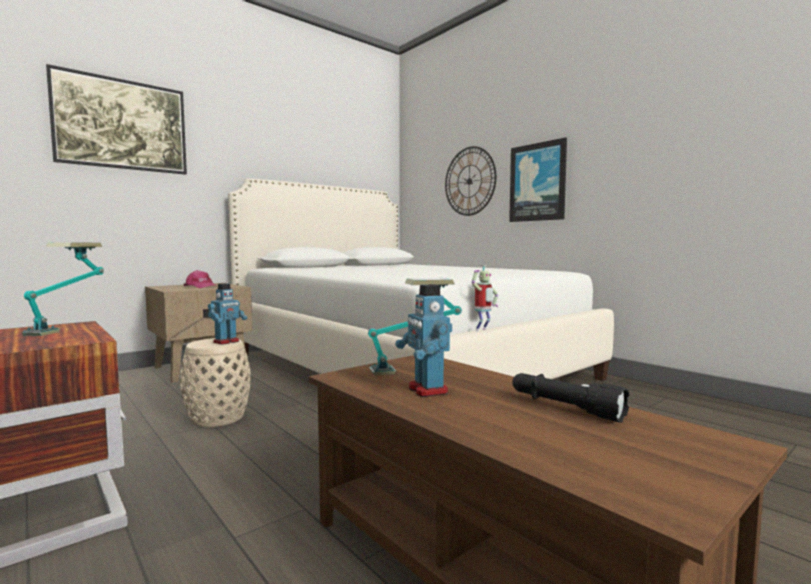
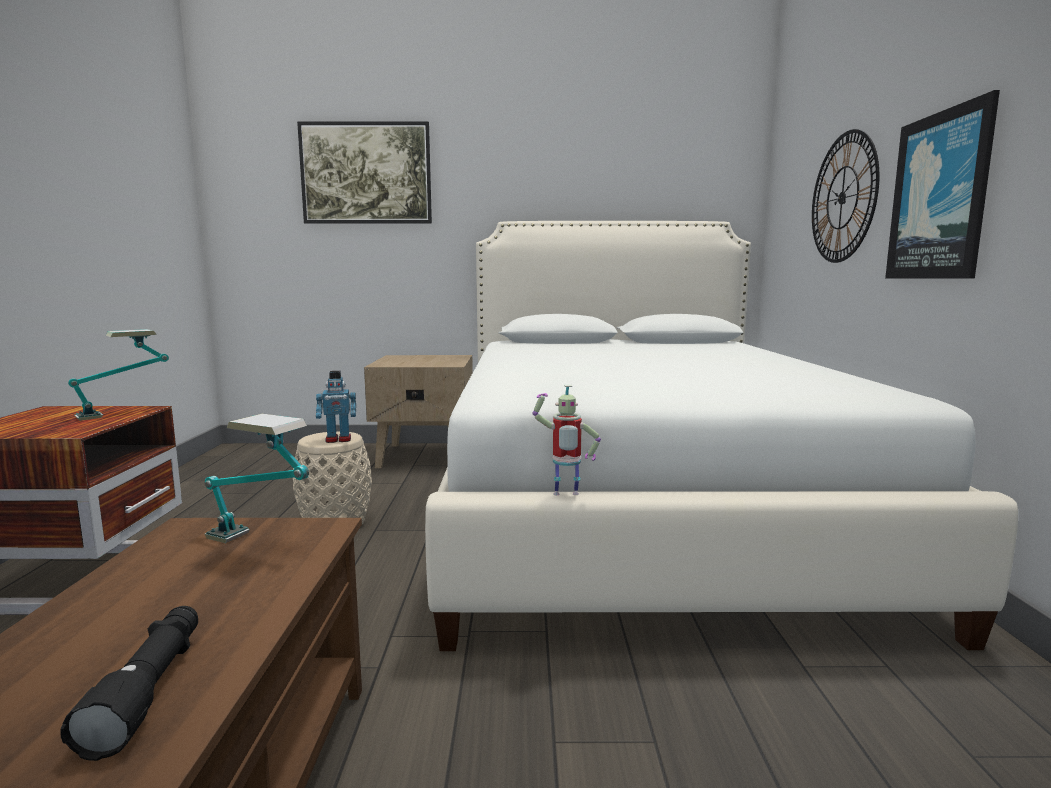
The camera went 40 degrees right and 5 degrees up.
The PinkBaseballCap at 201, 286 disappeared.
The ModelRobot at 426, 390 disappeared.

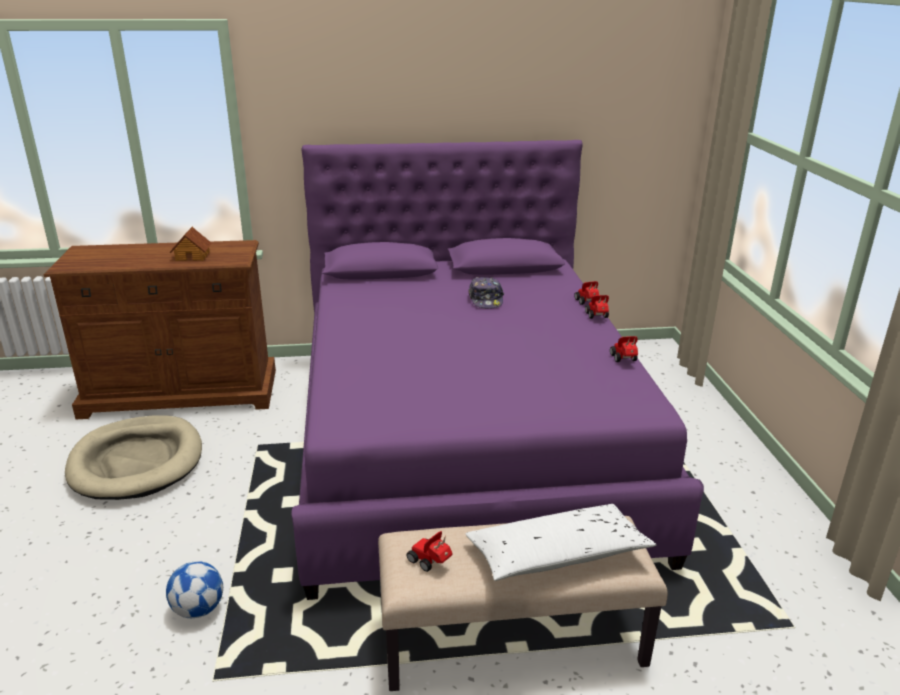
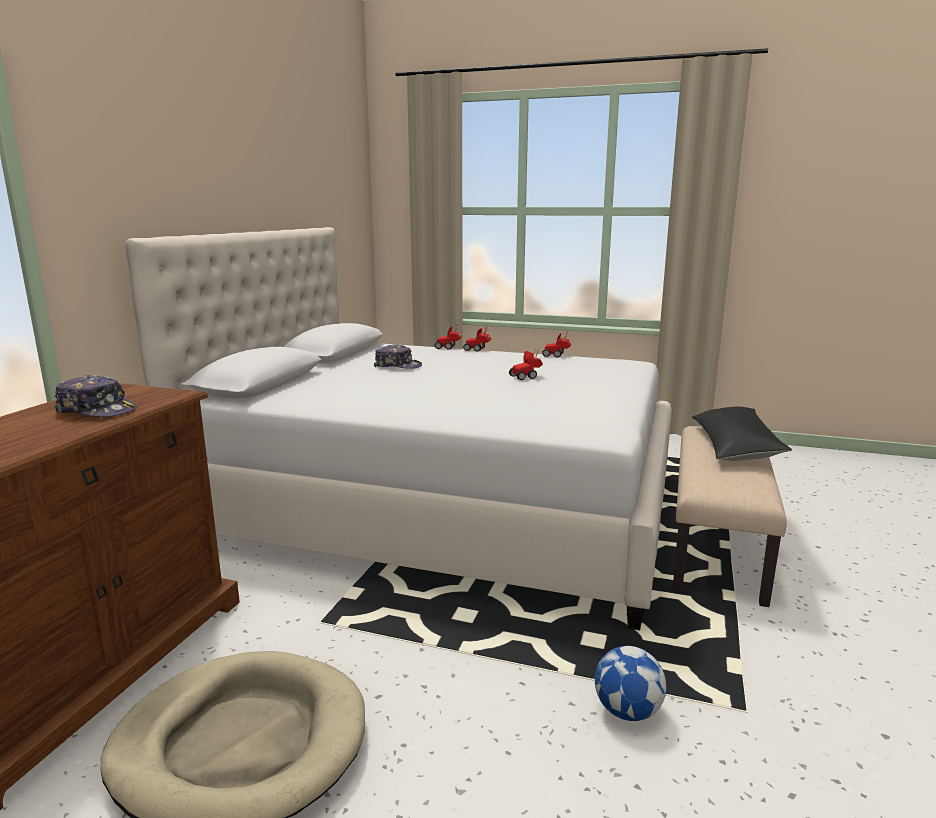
The camera went 65 degrees left and 10 degrees down.
The ModelHouse at 193, 256 was replaced by the BaseballCap at 97, 410.
The PurpleBedroomBed at 465, 442 became the WhitishBedroomBed at 443, 506.
The ToyCar moved from 431, 562 to 526, 377.
The WhitishCushion at 557, 555 became the BlackishCushion at 735, 446.

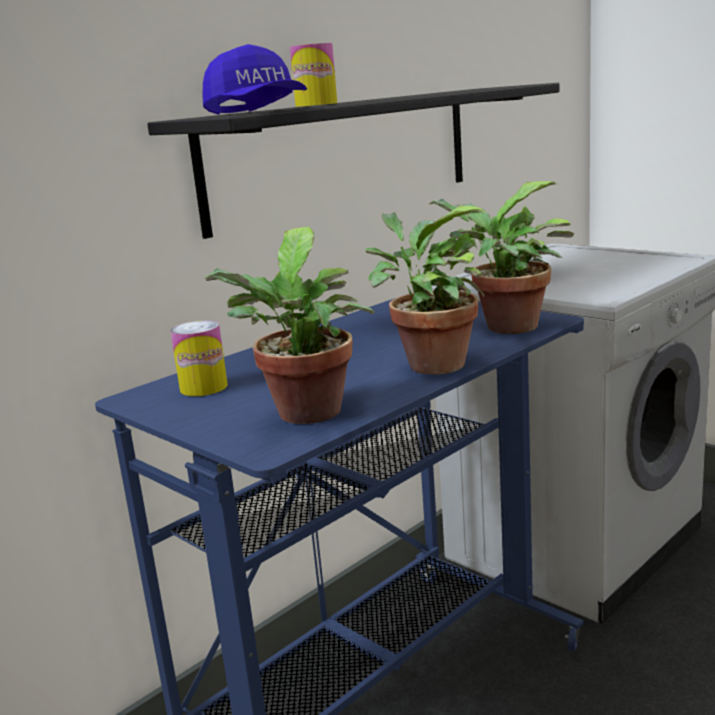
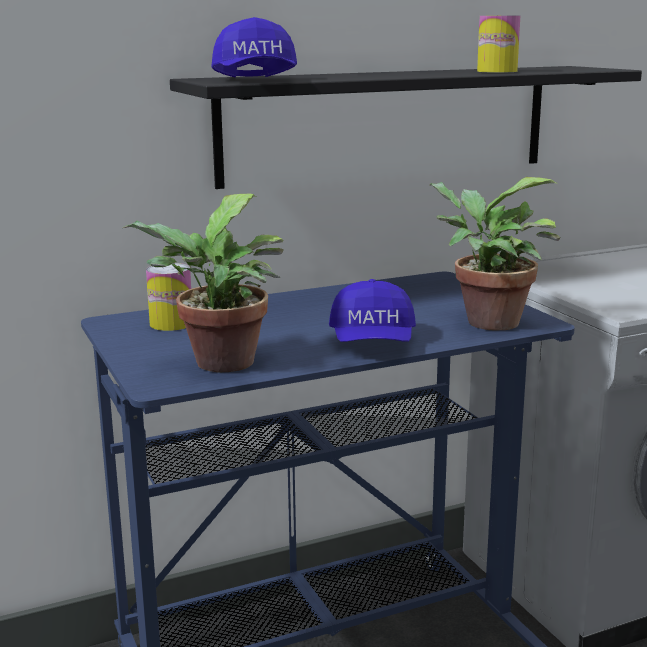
The camera went 20 degrees right and 0 degrees up.
The Can moved from 316, 104 to 497, 71.
The PlantInAPot at 430, 364 was replaced by the BlueBaseballCap at 373, 342.

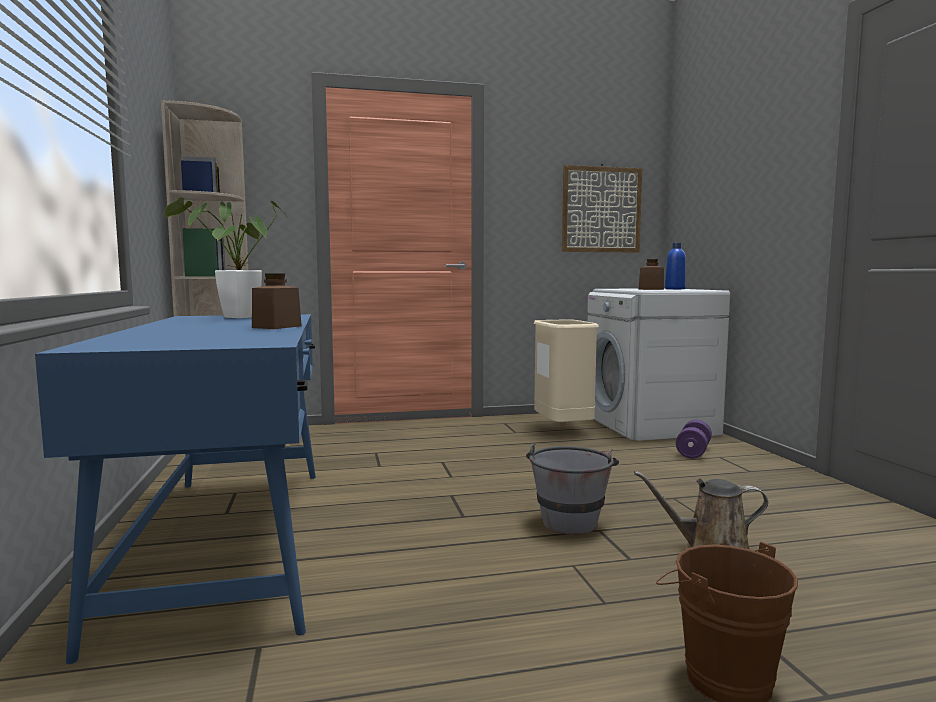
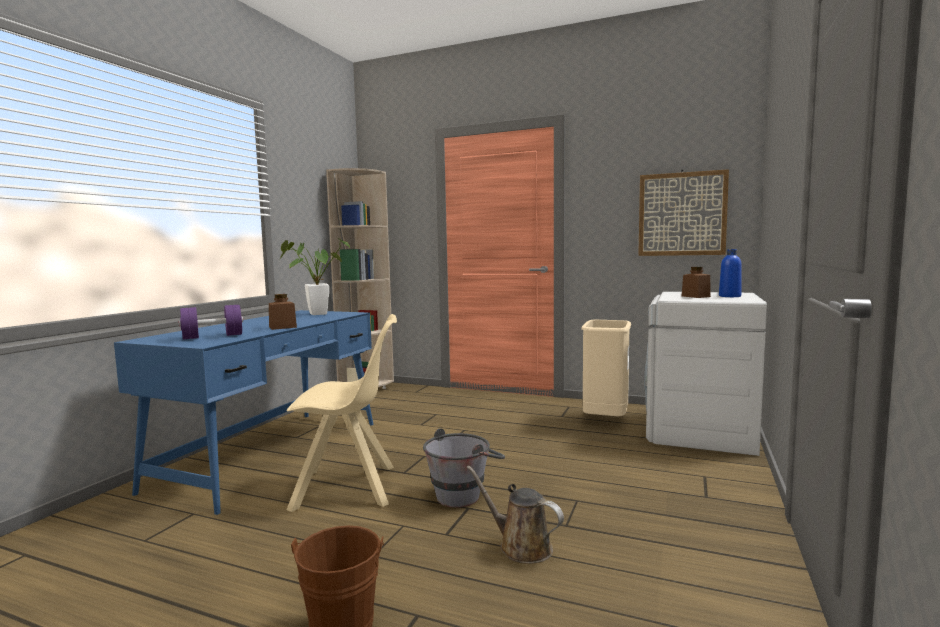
The camera went 35 degrees right and 0 degrees up.
The PurpleHandWeight moved from 693, 452 to 213, 336.
The BeigeUprightChair at 348, 488 appeared.

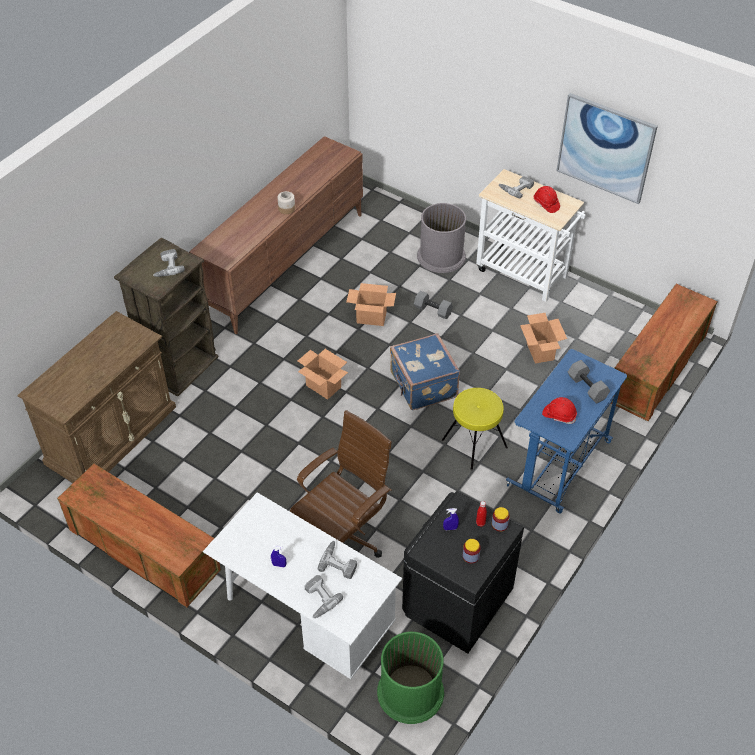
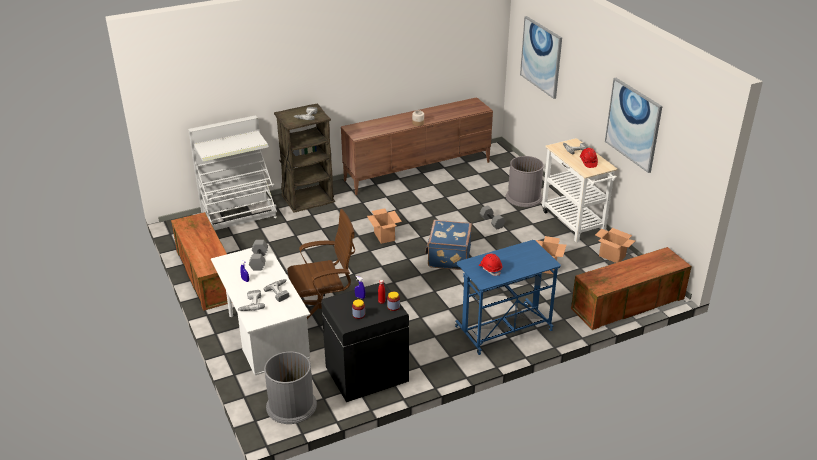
The camera went 30 degrees right and 15 degrees down.
The BrownDrawerChest at 111, 435 was replaced by the WhitishShoeShelf at 240, 217.
The PackingBox moved from 371, 317 to 611, 256.
The GreenishTrashCan at 410, 692 became the GreyTrashCan at 291, 405.
The YellowishSittingStool at 474, 443 disappeared.
The GreyHandWeight moved from 588, 387 to 259, 261.
The Picture at 541, 56 appeared.

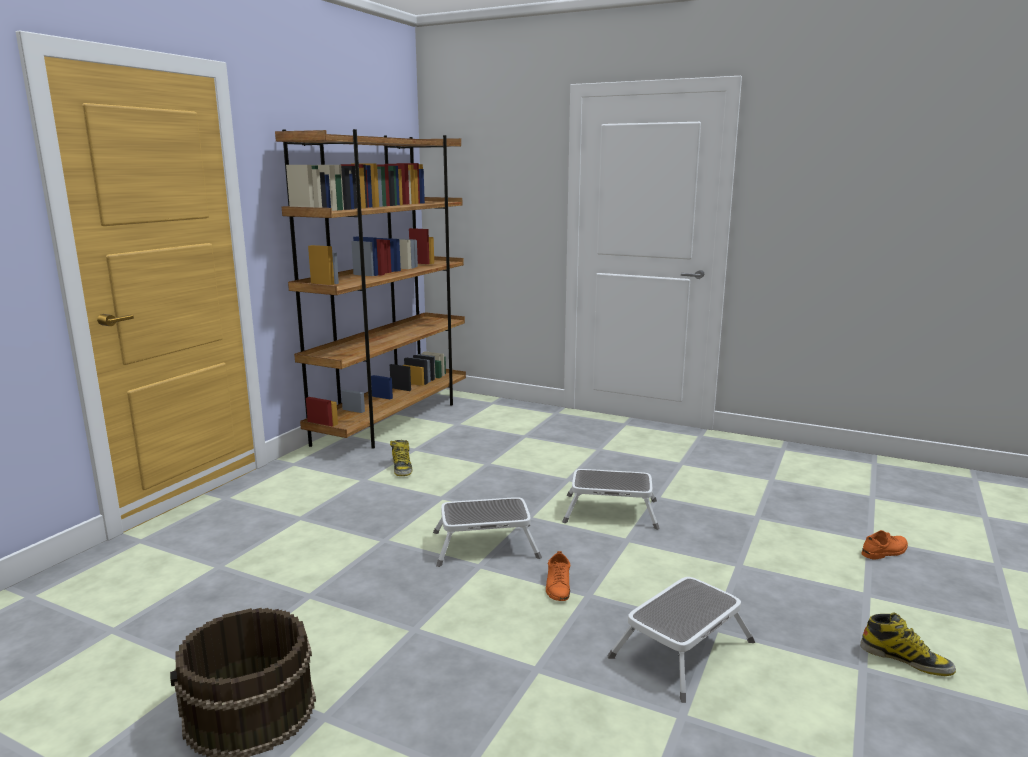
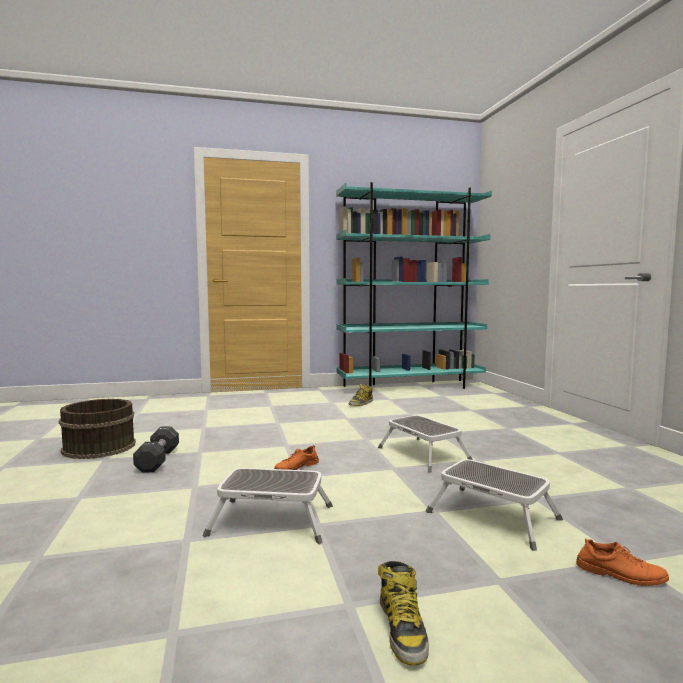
The camera went 50 degrees right and 10 degrees down.
The BrownBookshelf at 392, 420 became the BlueGreenBookshelf at 411, 387.
The GreyStepStool moved from 485, 545 to 492, 516.
The BlackishHandWeight at 158, 460 appeared.

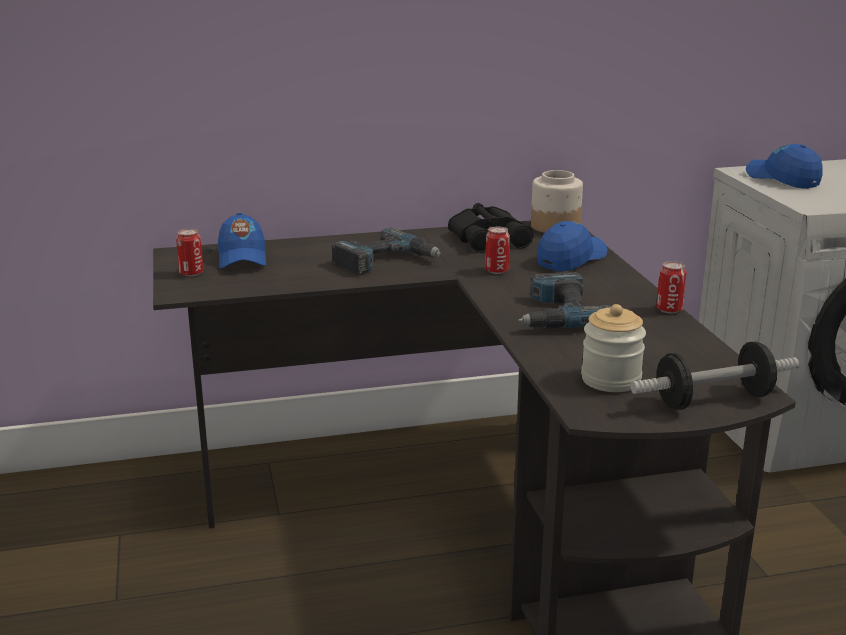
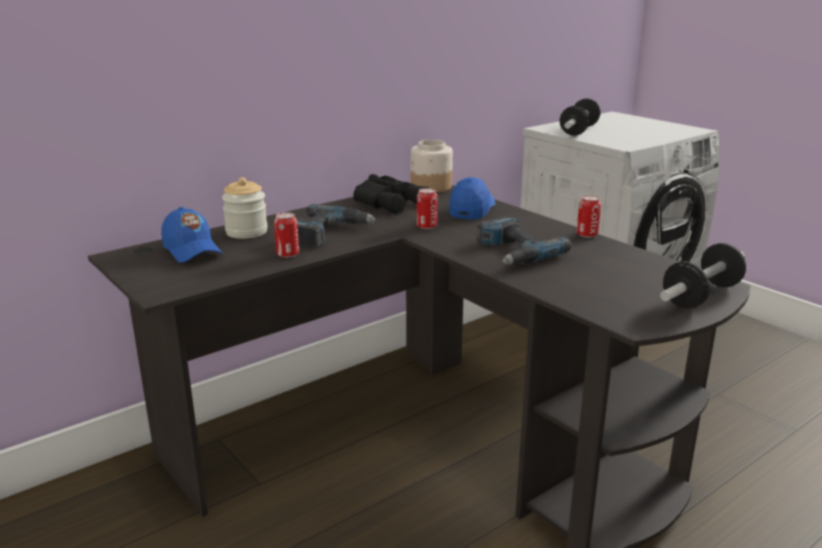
The camera went 25 degrees left and 0 degrees up.
The Can moved from 191, 273 to 287, 254.
The PreserveJar moved from 610, 380 to 246, 232.
The BlueBaseballCap at 783, 179 was replaced by the HandWeight at 579, 130.

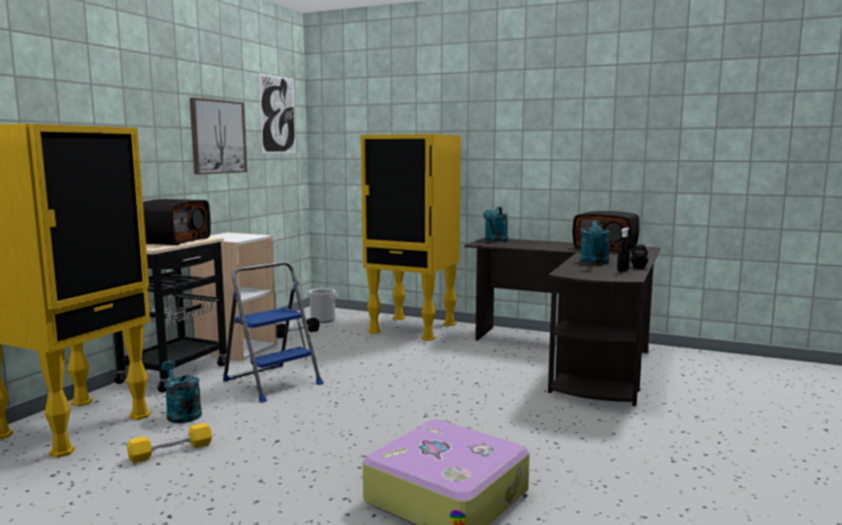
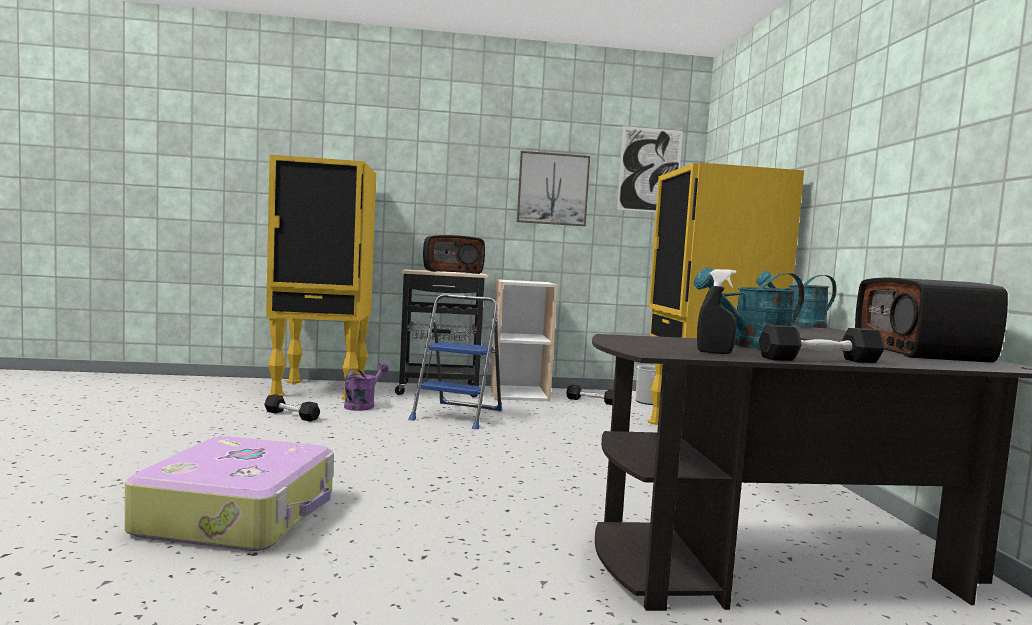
The camera went 60 degrees right and 5 degrees down.
The YellowishHandWeight at 171, 451 became the BlackishHandWeight at 291, 415.
The BlueGreenSprinklingCan at 181, 413 became the PurpleSprinklingCan at 363, 405.

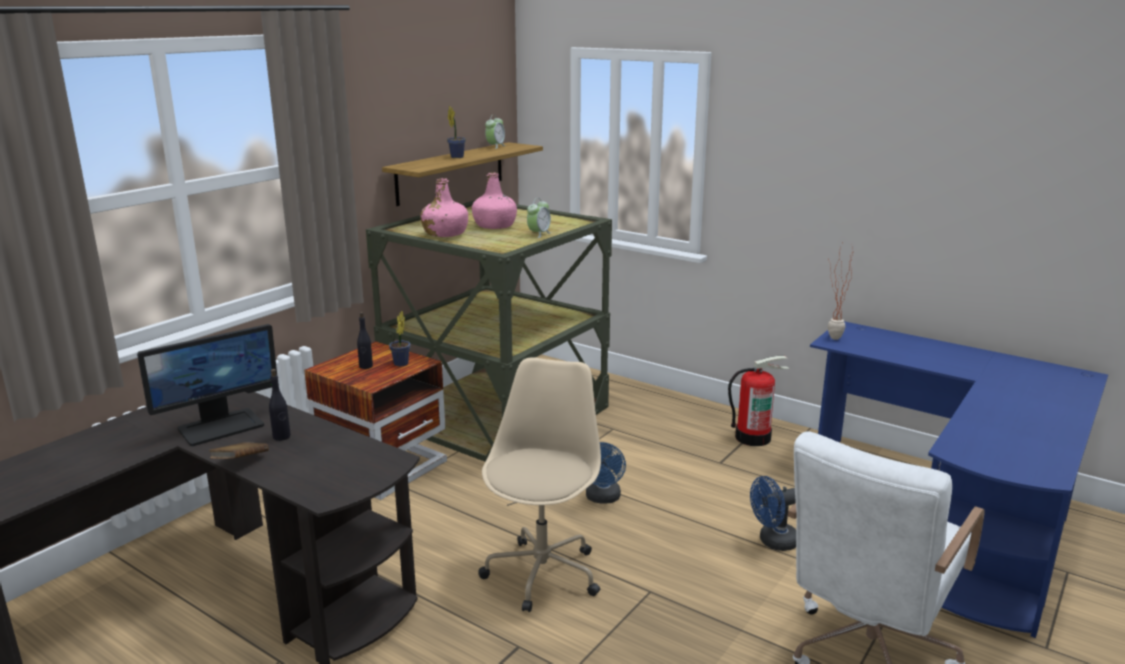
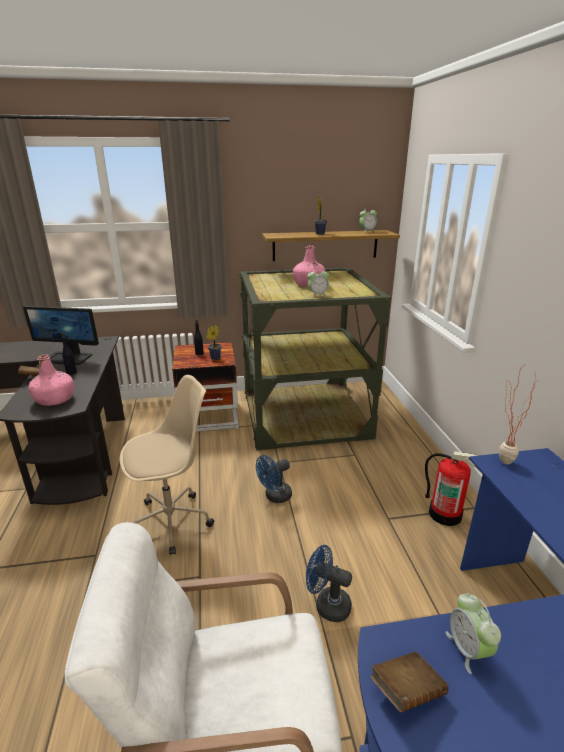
The camera went 45 degrees right and 5 degrees up.
The PinkBeverageBottle moved from 445, 234 to 55, 399.
The BrownBook at 406, 691 appeared.
The AlarmClock at 468, 649 appeared.

